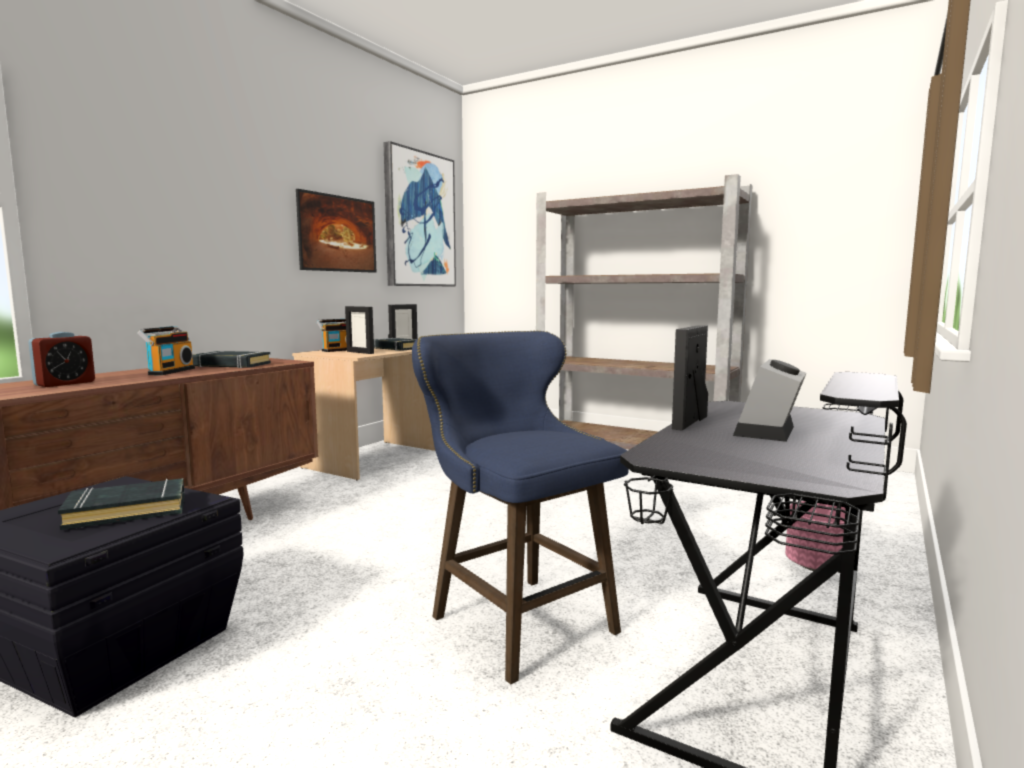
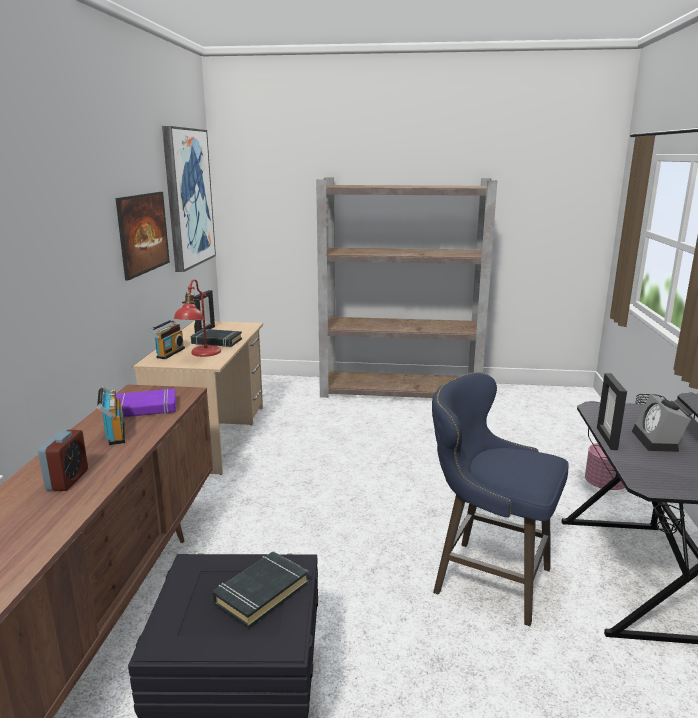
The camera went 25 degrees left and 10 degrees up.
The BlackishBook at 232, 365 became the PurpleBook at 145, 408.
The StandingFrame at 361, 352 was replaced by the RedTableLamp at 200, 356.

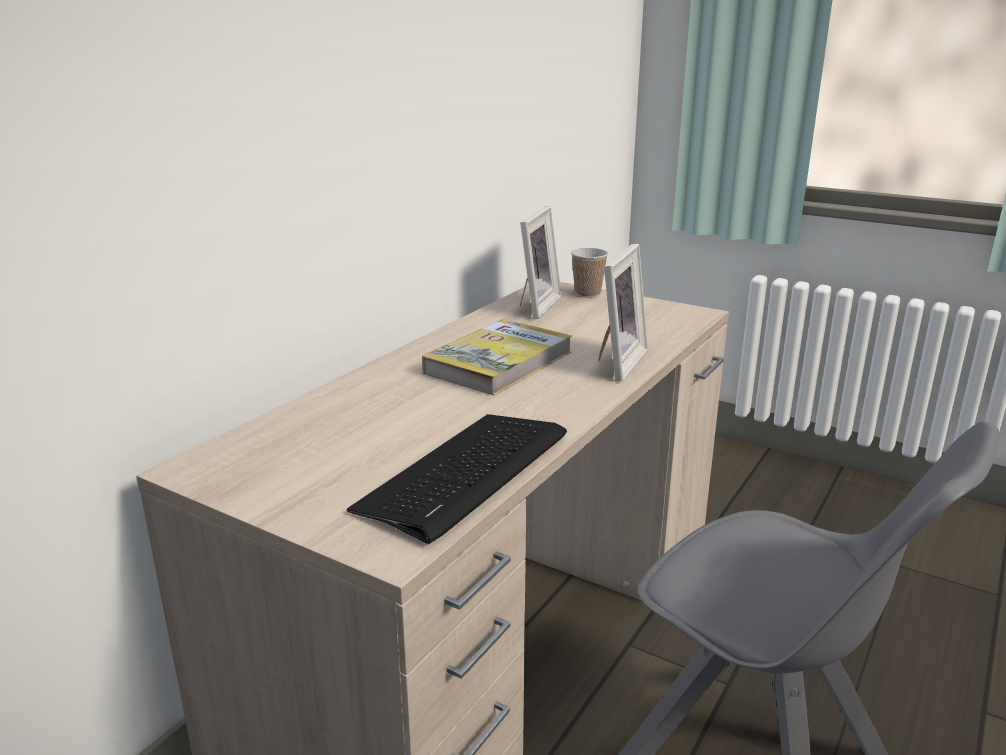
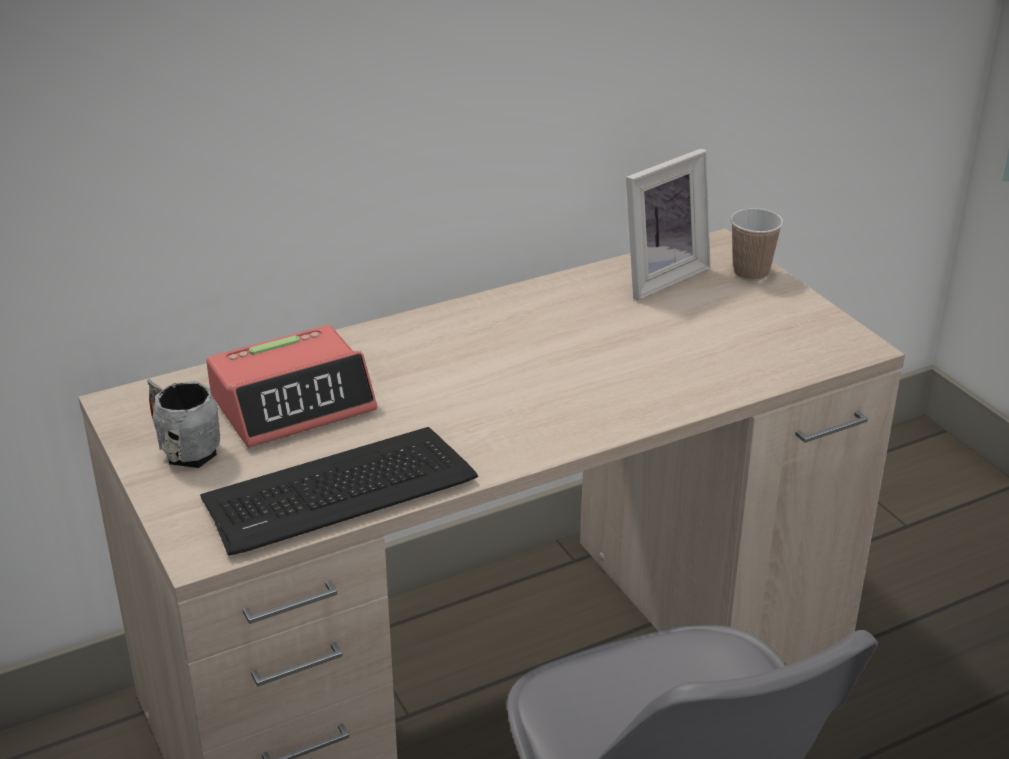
The camera went 30 degrees right and 10 degrees up.
The Book at 499, 362 disappeared.
The StandingFrame at 615, 362 disappeared.
The GreyMug at 184, 450 appeared.
The AlarmClock at 293, 403 appeared.

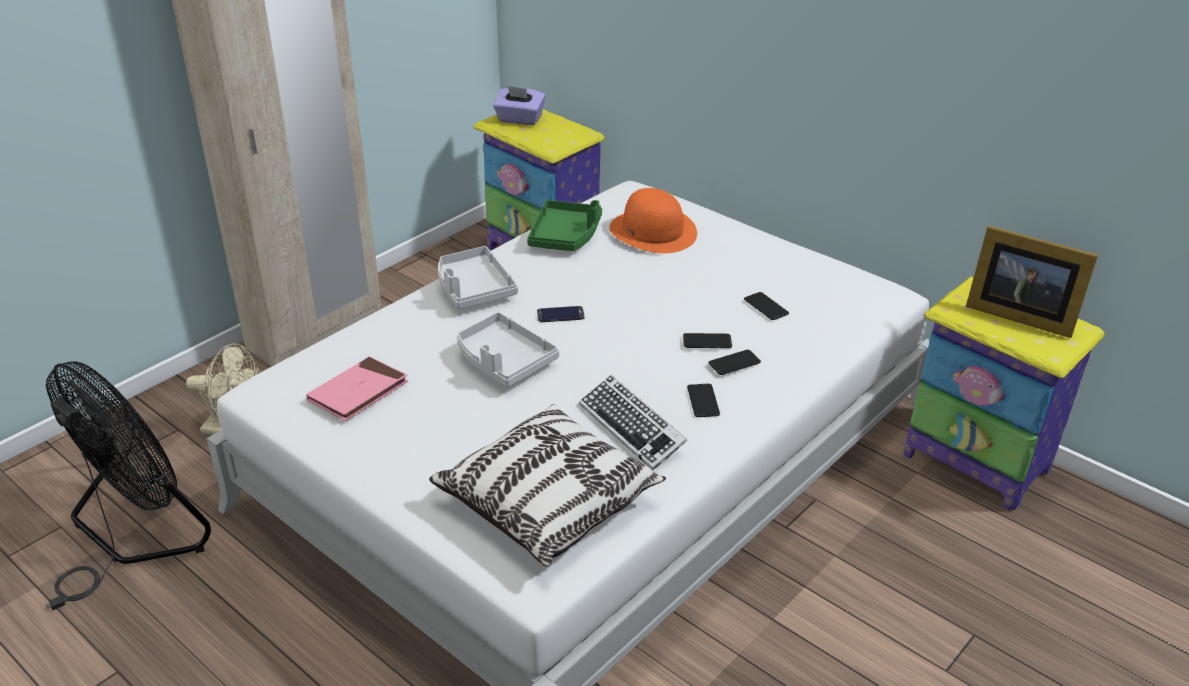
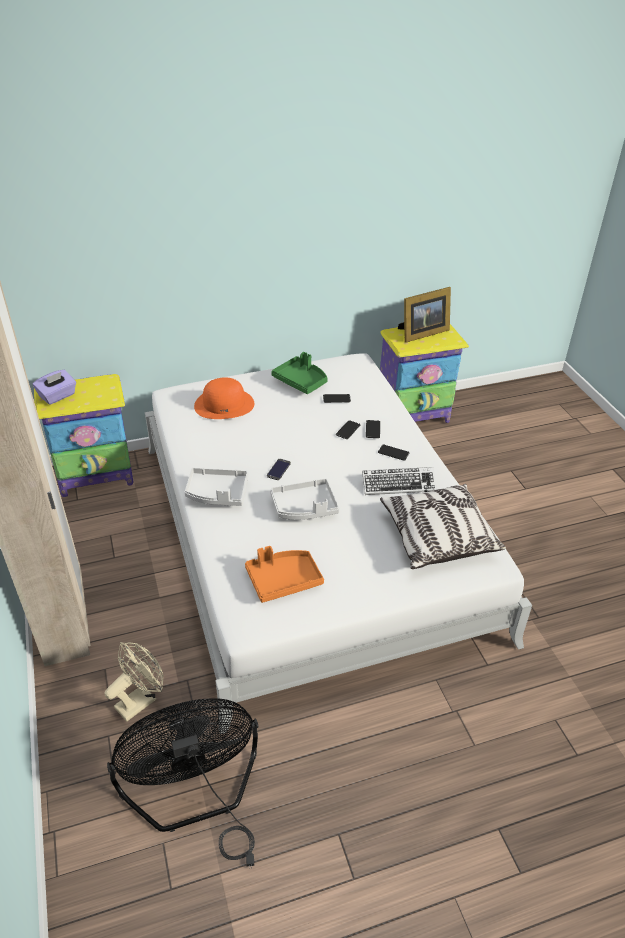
The camera went 60 degrees left and 5 degrees up.
The PinkBook at 358, 392 was replaced by the OrangeCarryingTray at 283, 580.
The GreenishCarryingTray moved from 565, 236 to 301, 381.

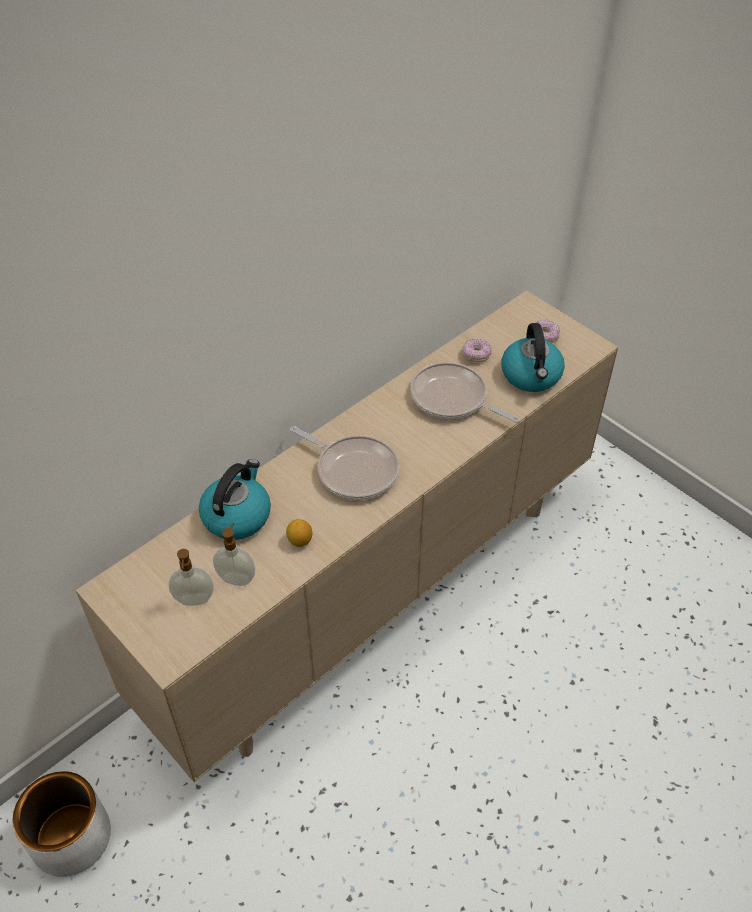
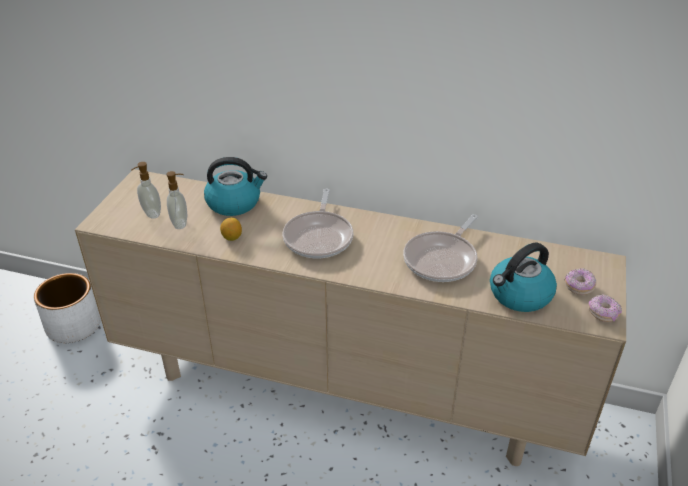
The camera went 60 degrees right and 10 degrees down.
The Pan at 452, 399 turned 150 degrees counterclockwise.
The RingDoughnut moved from 476, 355 to 603, 314.

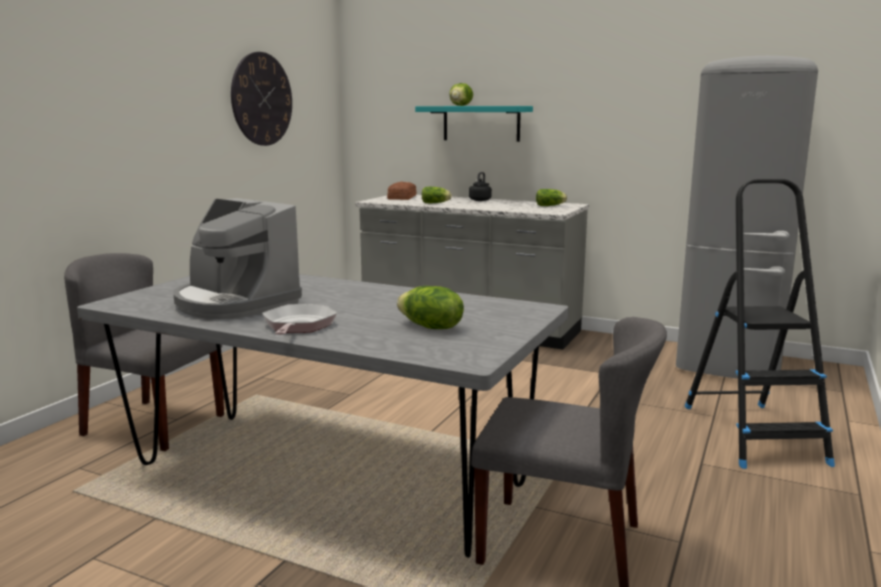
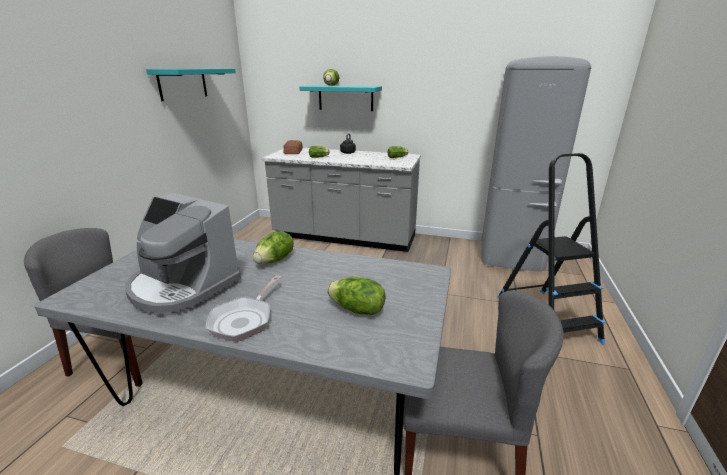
The camera went 10 degrees left and 10 degrees up.
The HangingClock at 262, 99 was replaced by the BlueGreenWallShelf at 183, 83.
The Pan at 298, 326 turned 150 degrees counterclockwise.
The Lettuce at 275, 260 appeared.

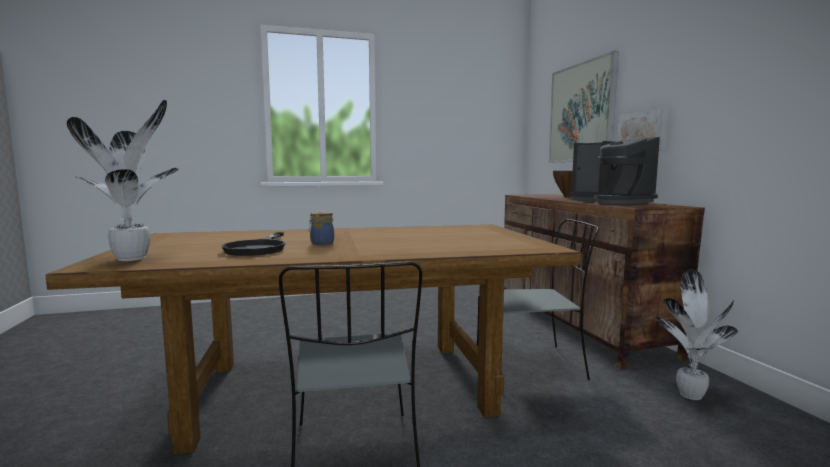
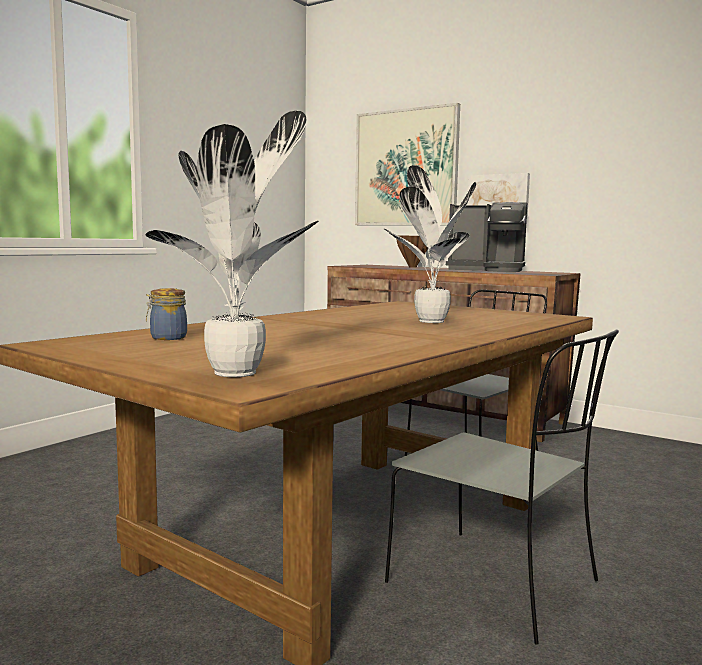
The camera went 40 degrees left and 0 degrees up.
The BlackishPan at 258, 248 disappeared.
The PreserveJar moved from 321, 243 to 167, 338.
The PlantInAPot moved from 690, 394 to 430, 321.

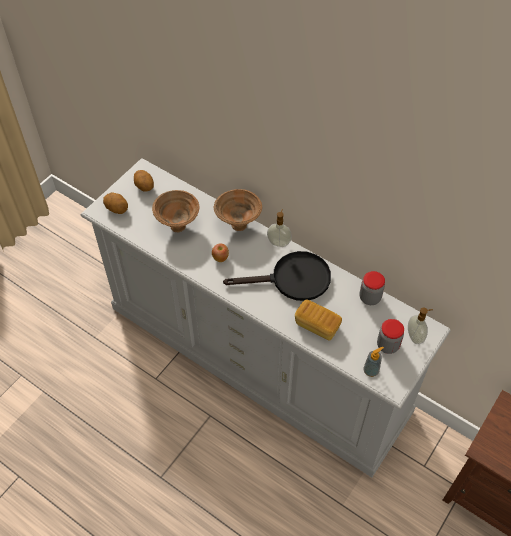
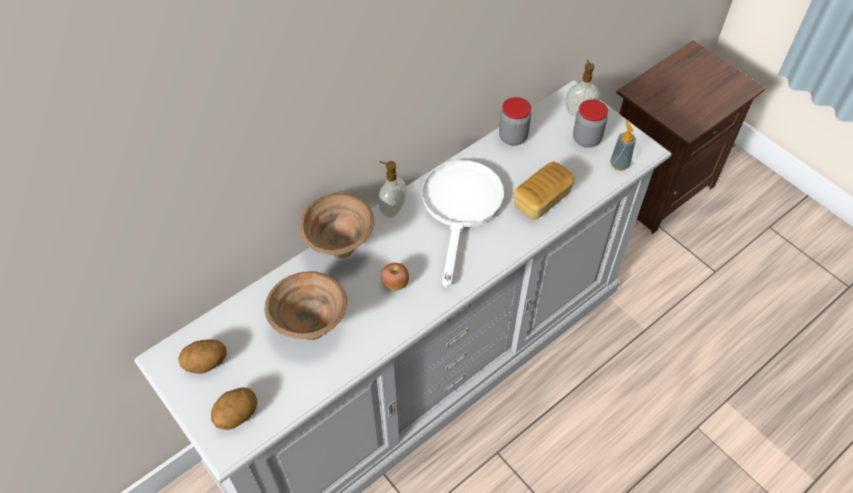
The camera went 75 degrees left and 0 degrees up.
The BlackishPan at 292, 280 became the WhitishPan at 461, 208.

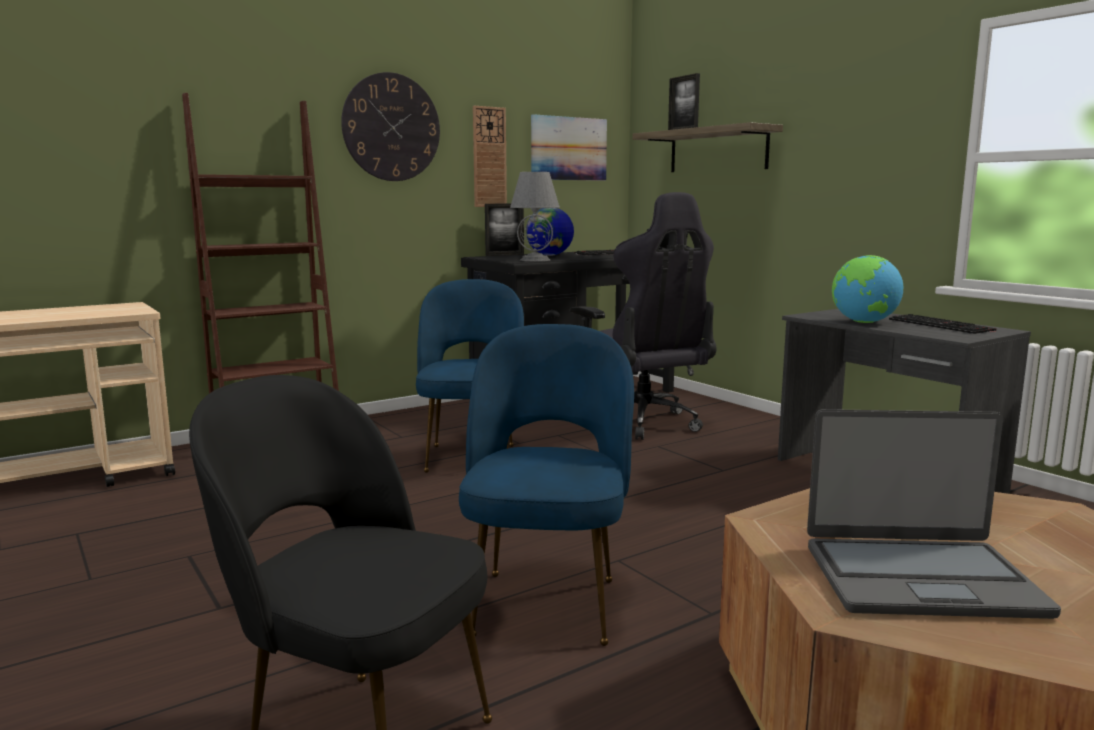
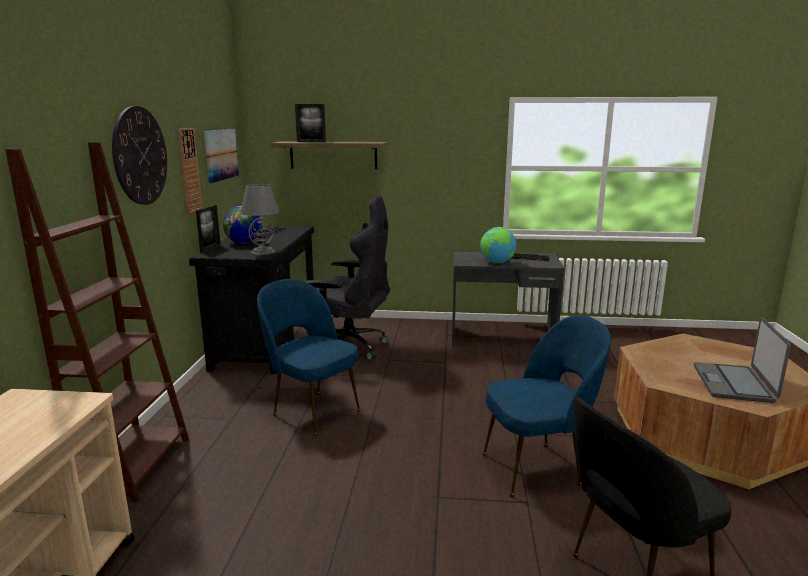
The camera went 50 degrees left and 5 degrees up.
The BlueUprightChair at 548, 600 turned 120 degrees clockwise.
The PortableComputer at 919, 578 turned 150 degrees clockwise.

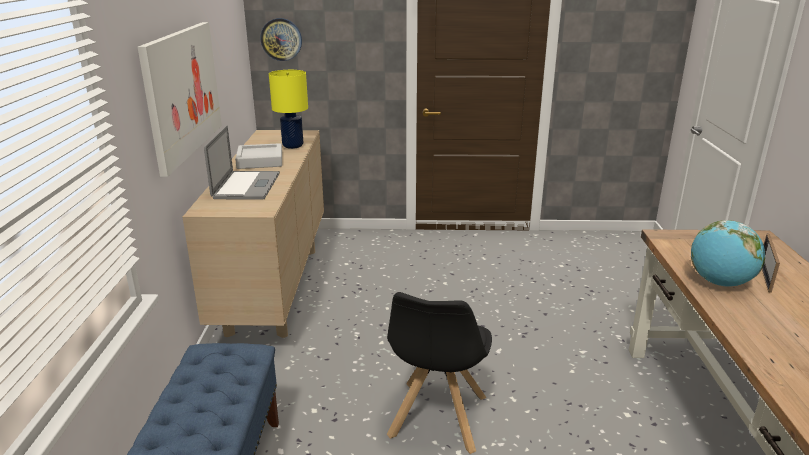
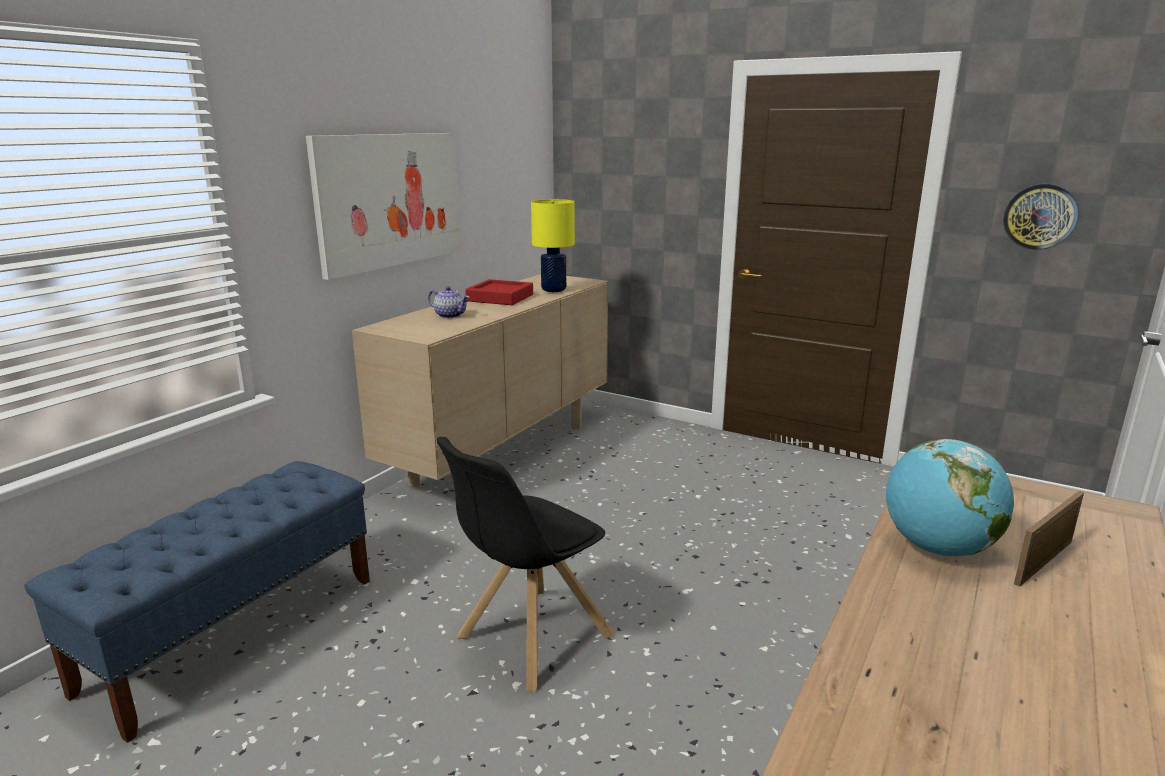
The camera went 30 degrees right and 5 degrees down.
The PortableComputer at 246, 185 was replaced by the TeaPot at 450, 315.
The GreyCarryingTray at 260, 161 became the RedCarryingTray at 500, 298.
The HangingClock moved from 281, 39 to 1040, 216.

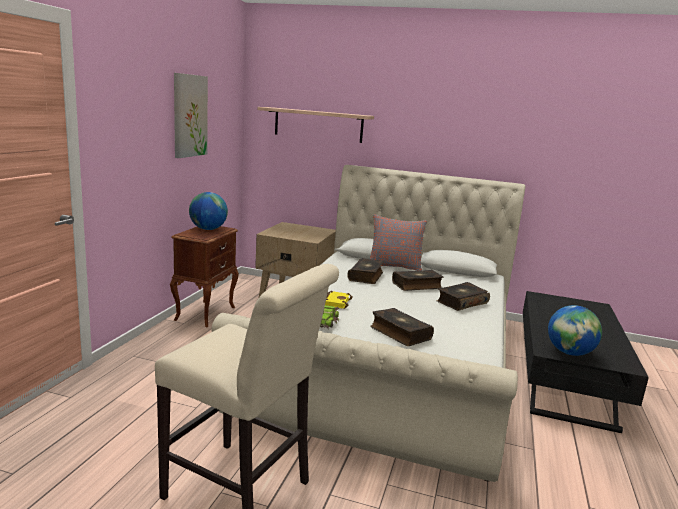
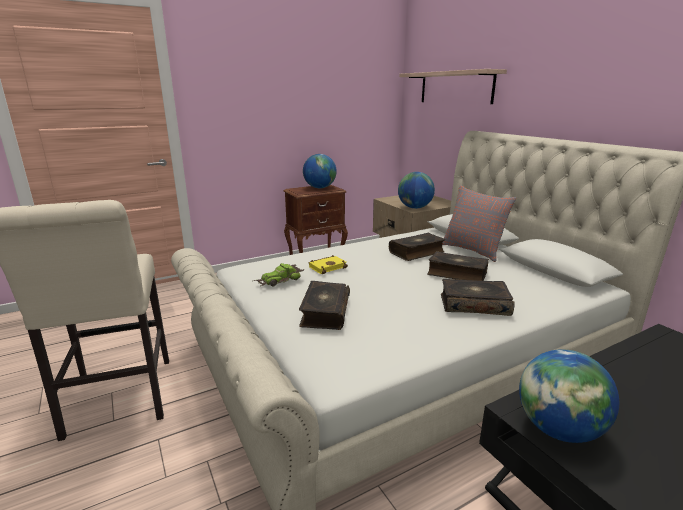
The camera went 45 degrees right and 5 degrees up.
The Picture at 189, 116 disappeared.
The Globe at 414, 208 appeared.

